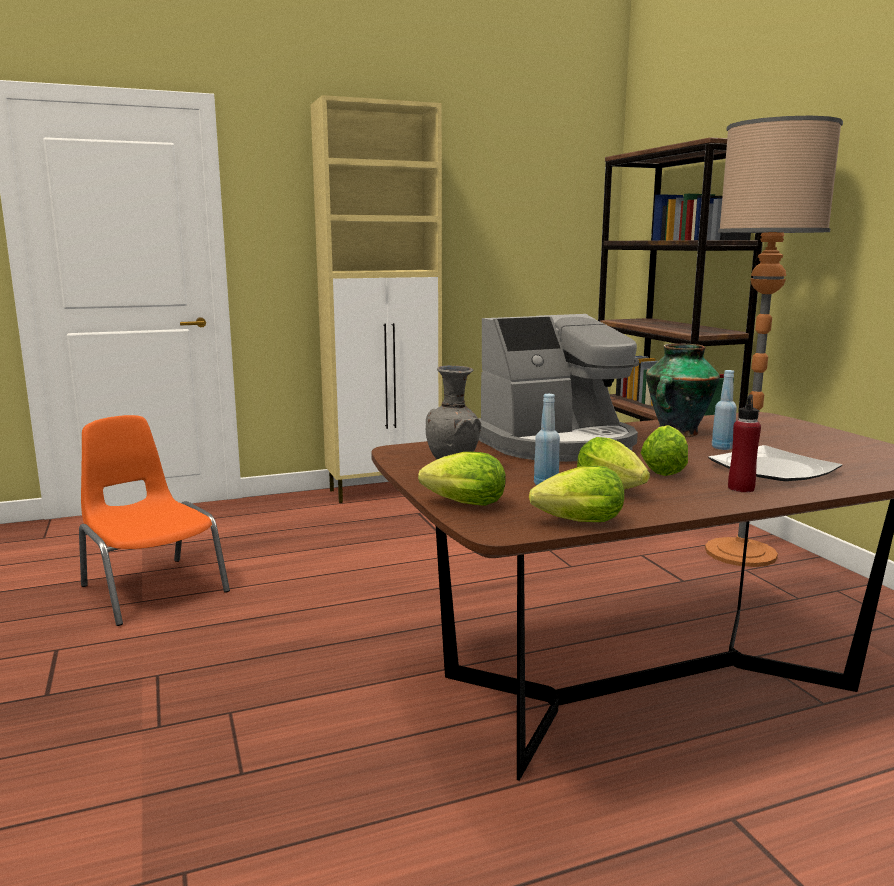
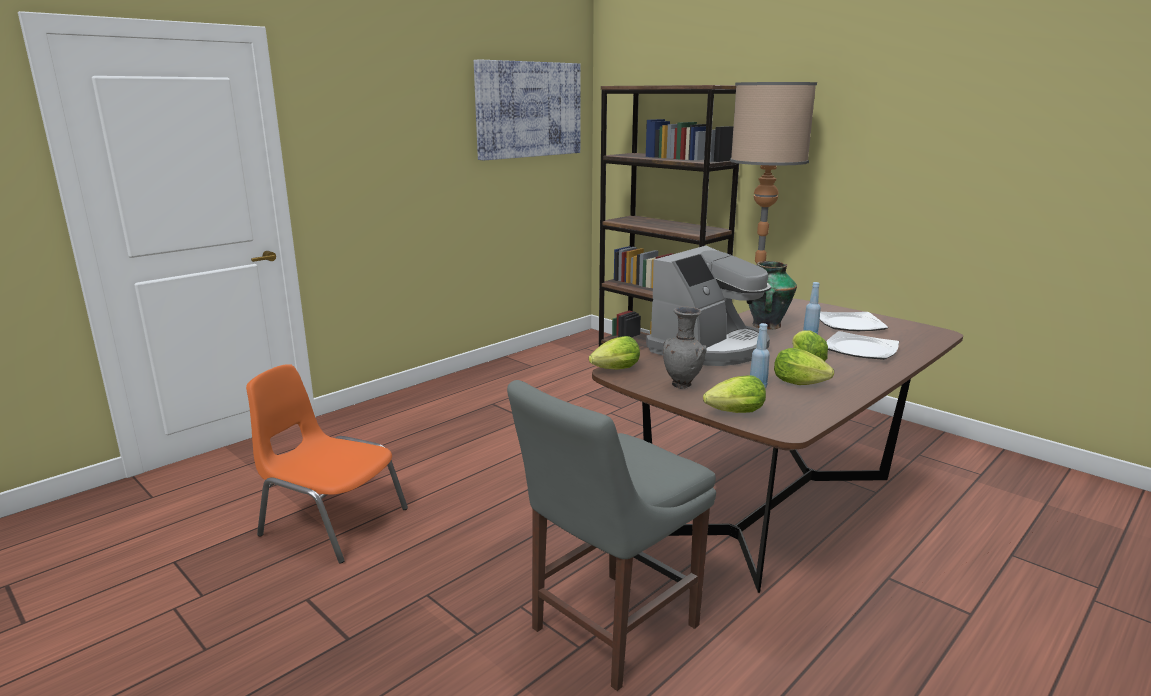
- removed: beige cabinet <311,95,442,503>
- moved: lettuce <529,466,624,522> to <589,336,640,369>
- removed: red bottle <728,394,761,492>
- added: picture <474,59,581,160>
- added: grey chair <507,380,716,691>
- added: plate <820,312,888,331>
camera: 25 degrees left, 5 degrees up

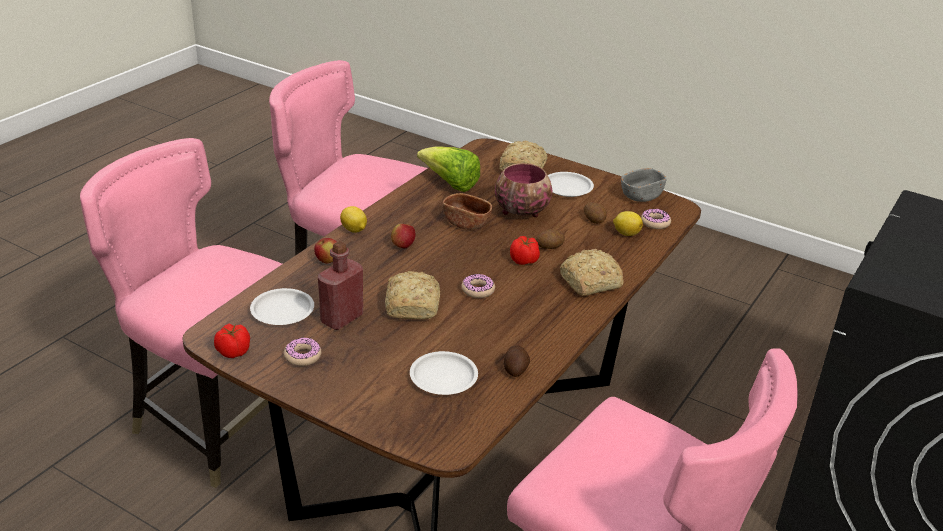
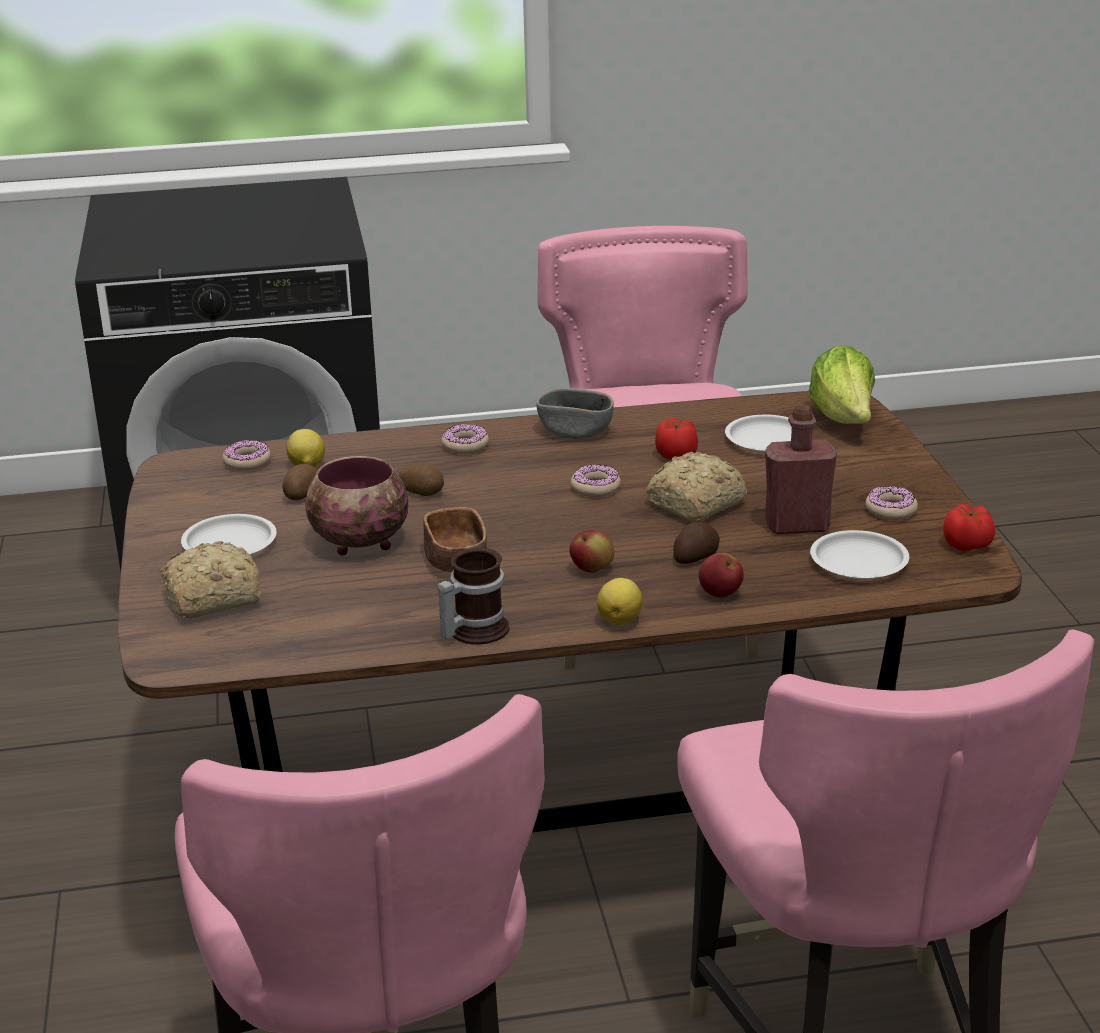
- moved: lettuce <417,146,480,192> to <809,345,875,424>
- moved: potato <504,345,530,377> to <673,522,720,564>
- moved: tomato <510,236,540,265> to <655,418,698,459>
- replaced: bread <560,249,624,296> to donut <442,424,489,454>
- moved: grey bowl <621,168,667,202> to <537,388,614,439>
- added: mug <437,548,510,645>
camera: 130 degrees left, 5 degrees down

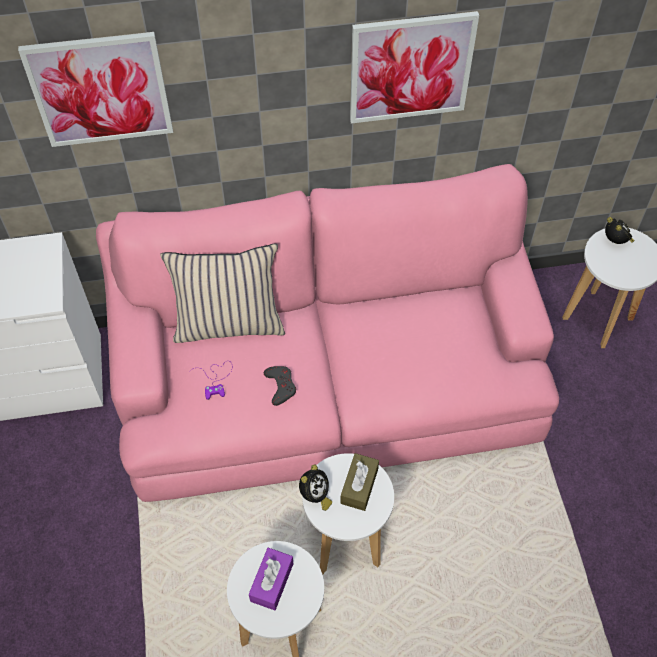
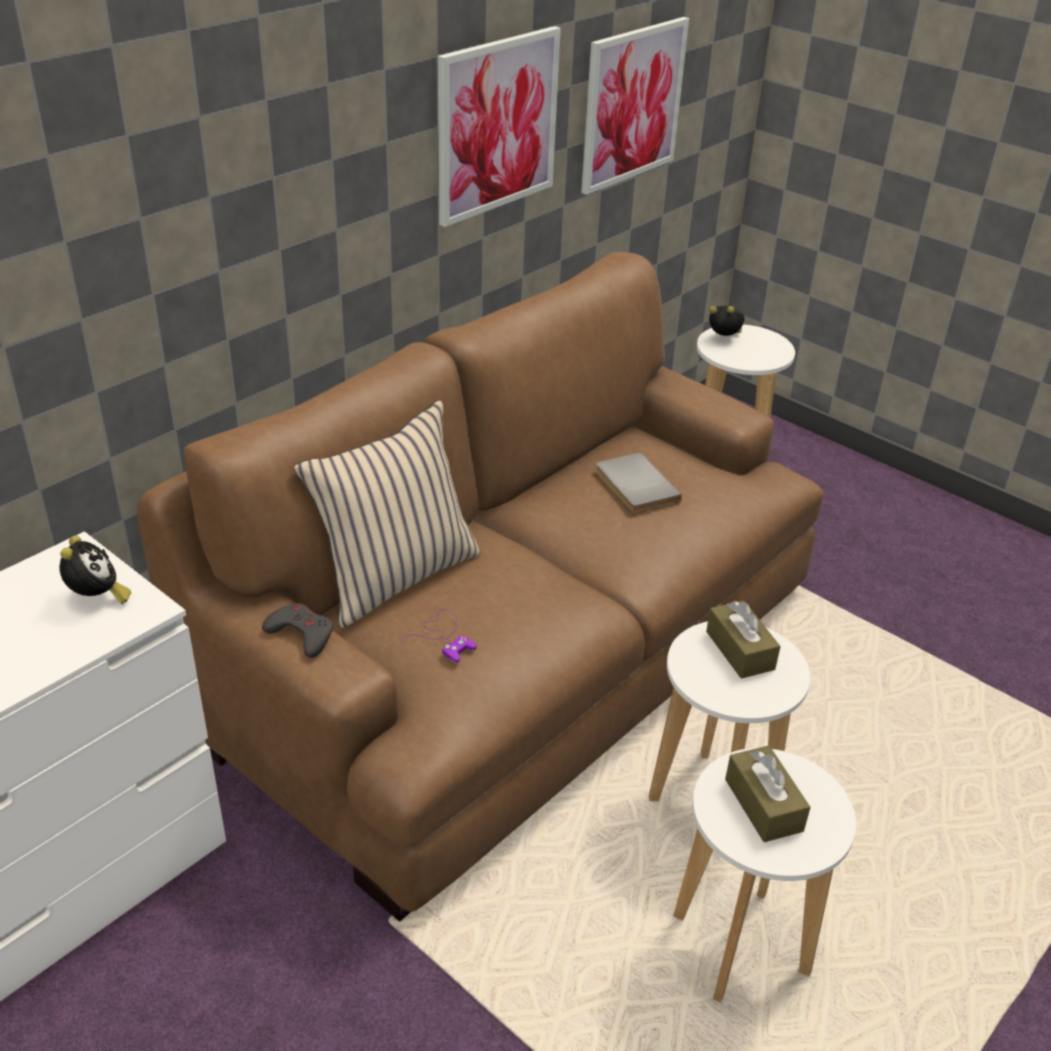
- moved: picture <18,32,173,147> to <581,17,689,195>
- recoloured: pink sofa <96,164,559,502> to brown sofa <137,252,824,921>
- recoloured: purple tissue box <249,548,293,610> to brown tissue box <725,745,811,842>
- moved: grey game controller <264,366,296,406> to <262,603,333,658>
- moved: alarm clock <299,465,332,511> to <60,536,131,604>
- added: grey book <595,452,682,514>
camera: 40 degrees left, 20 degrees down

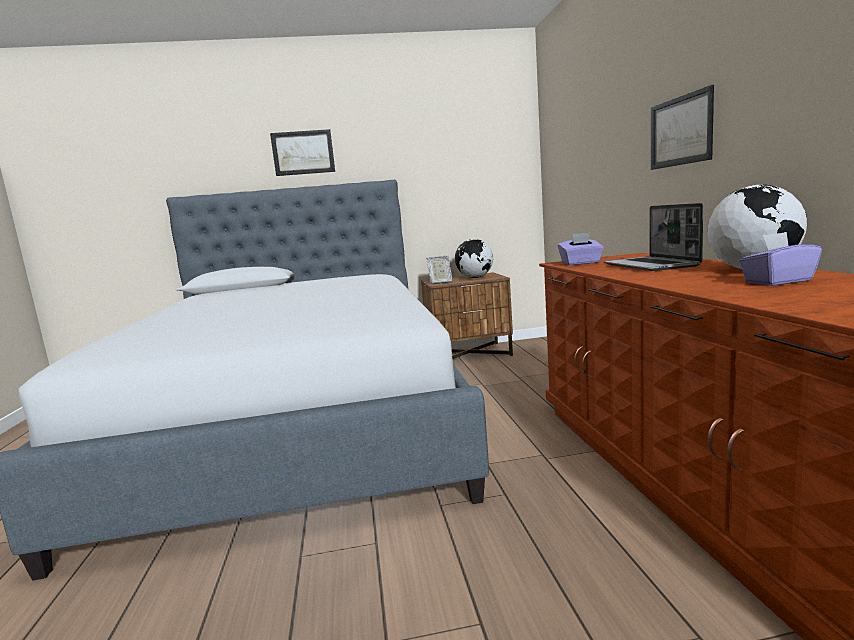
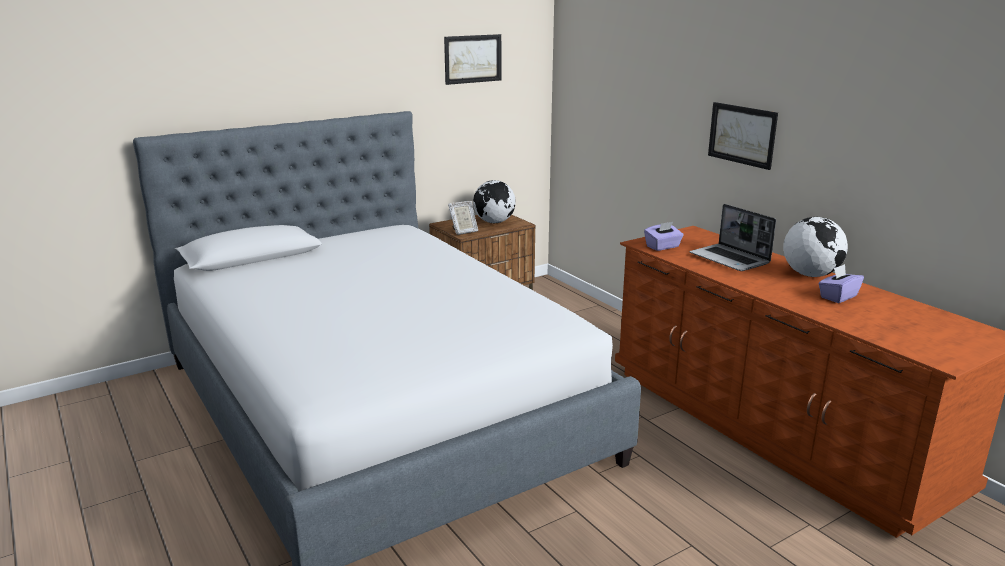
- moved: picture <270,129,335,176> to <444,34,501,85>
camera: 25 degrees left, 10 degrees up

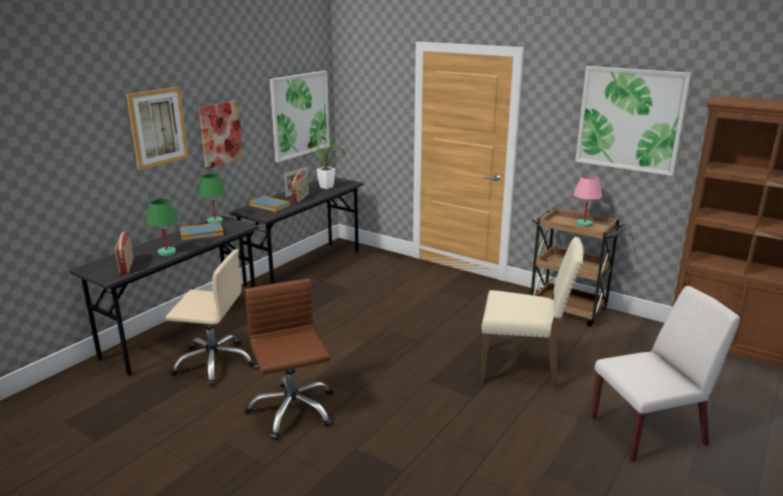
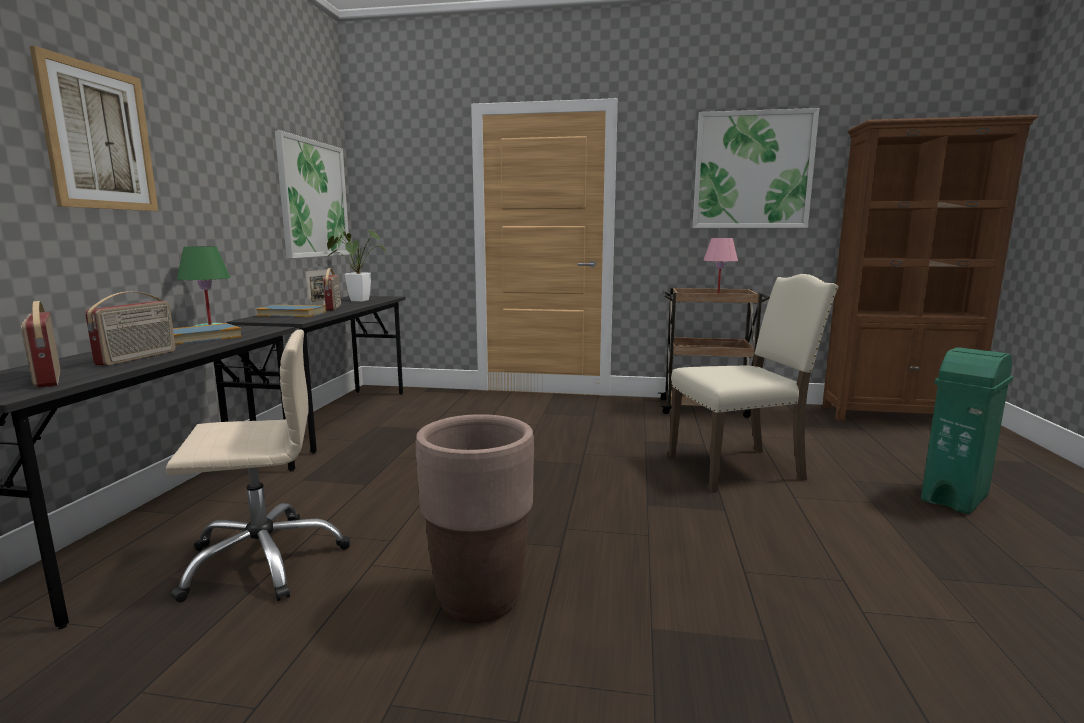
- replaced: green table lamp <146,199,179,256> to radio <85,292,176,366>
- removed: picture <198,100,243,169>
- replaced: brown office chair <244,278,333,440> to brown planter <416,414,534,623>
- replaced: white chair <591,286,740,462> to green trash can <921,348,1013,514>
camera: 25 degrees left, 10 degrees down

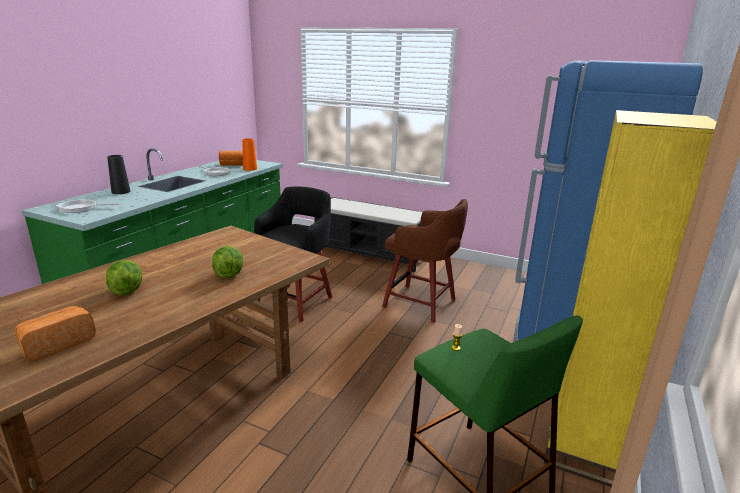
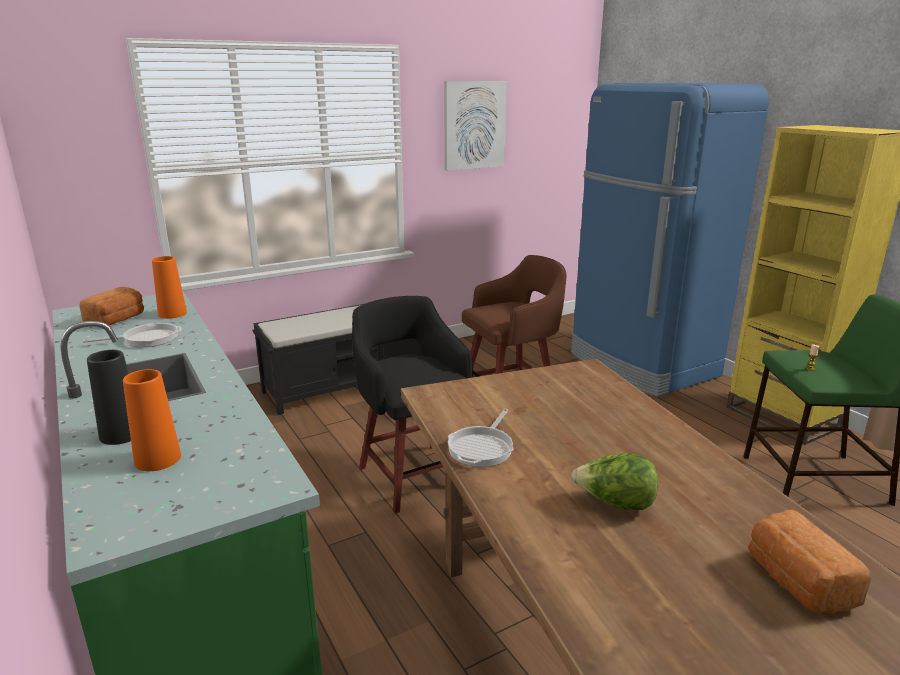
- moved: frying pan <56,199,120,213> to <448,409,514,467>
- removed: lettuce <212,246,243,278>
- added: orange vase <123,369,181,471>
- added: picture <444,81,507,171>
camera: 55 degrees left, 0 degrees up

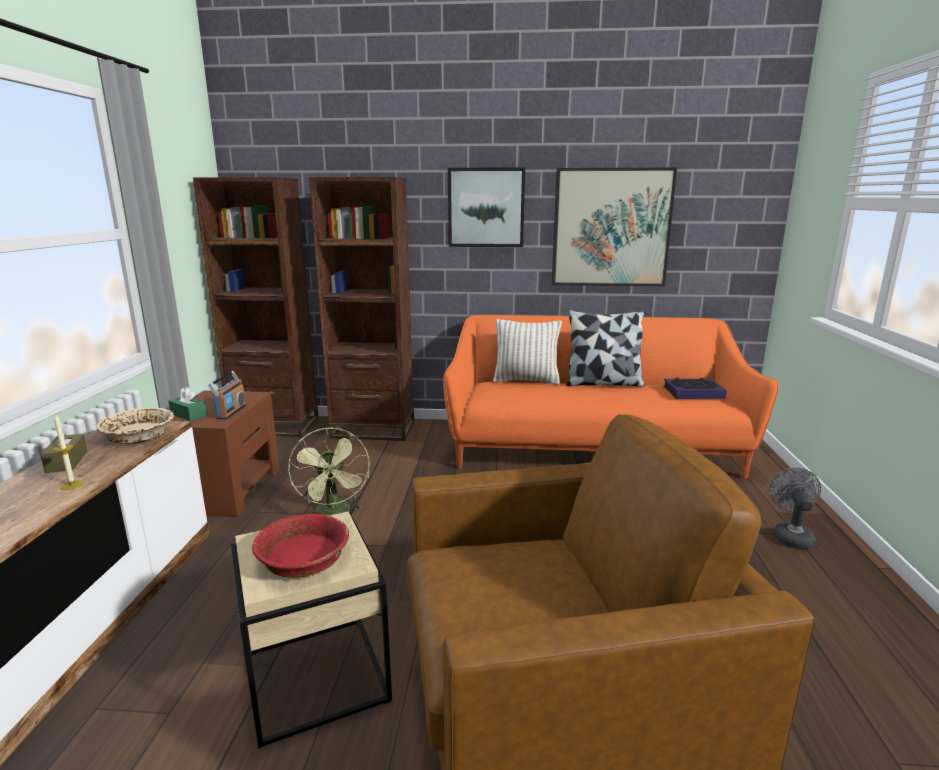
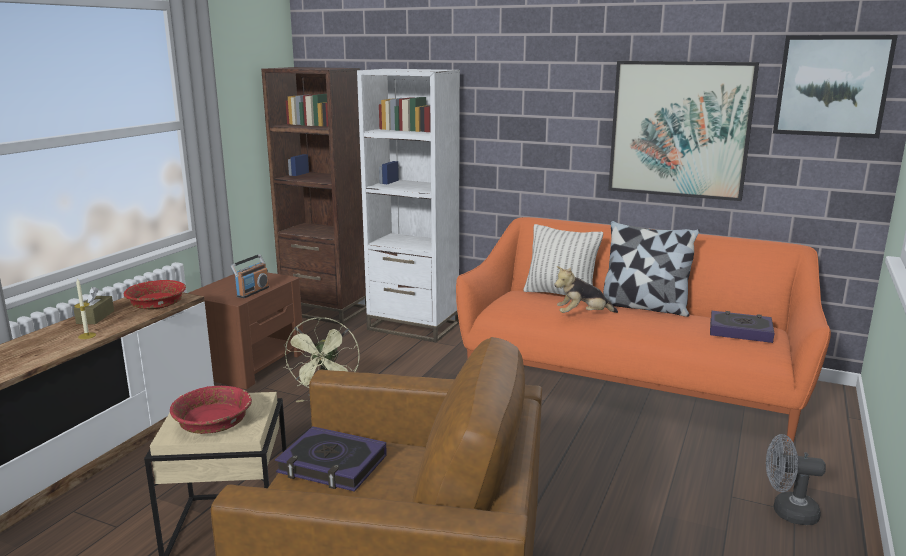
- recoloured: beige bowl <97,407,174,444> to red bowl <124,280,186,310>
- removed: green tissue box <169,387,207,421>
- recoloured: brown bookcase <309,177,414,441> to white bookcase <357,69,460,342>
- moved: picture <448,167,525,247> to <773,35,898,138>
- turned: grey fan <769,468,821,549> = <766,434,826,525> 105 degrees counterclockwise
- added: book <275,426,387,492>
- added: plush toy <554,266,618,313>
camera: 20 degrees right, 0 degrees up

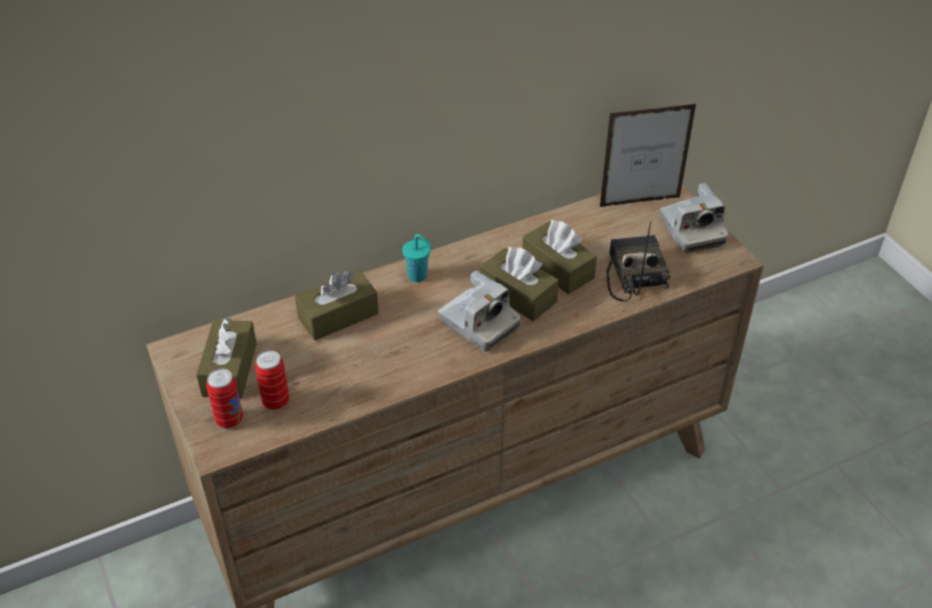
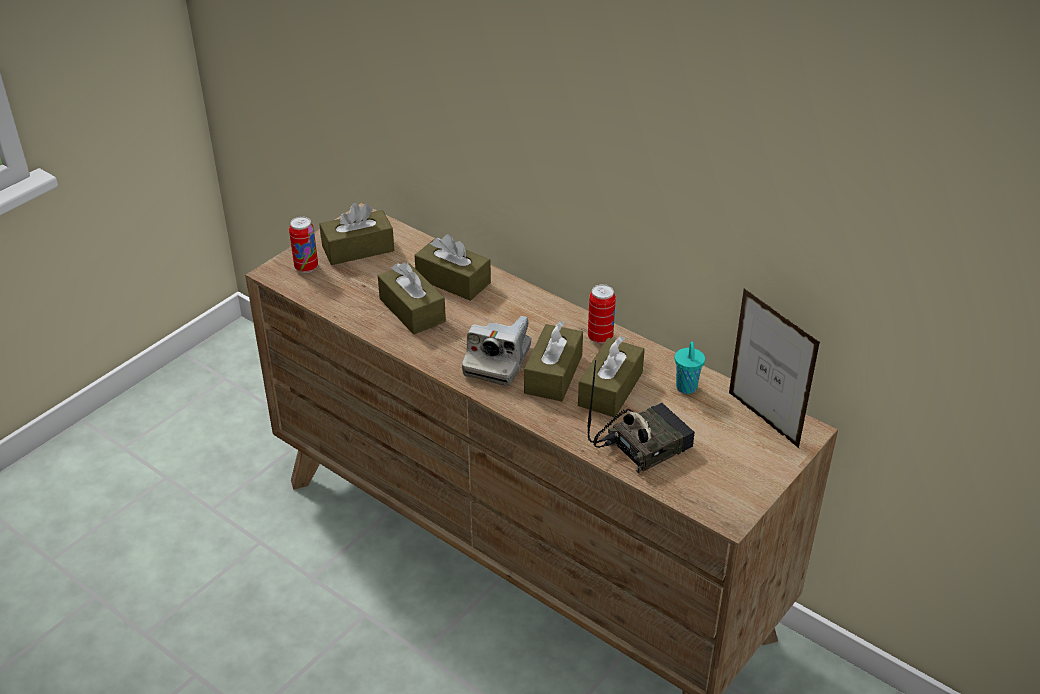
- moved: can <255,350,289,410> to <588,284,616,344>
- moved: turquoise cup <402,234,432,282> to <675,342,705,394>
- removed: photo camera <660,183,728,253>
- added: brown tissue box <378,262,446,334>
camera: 65 degrees right, 5 degrees down

